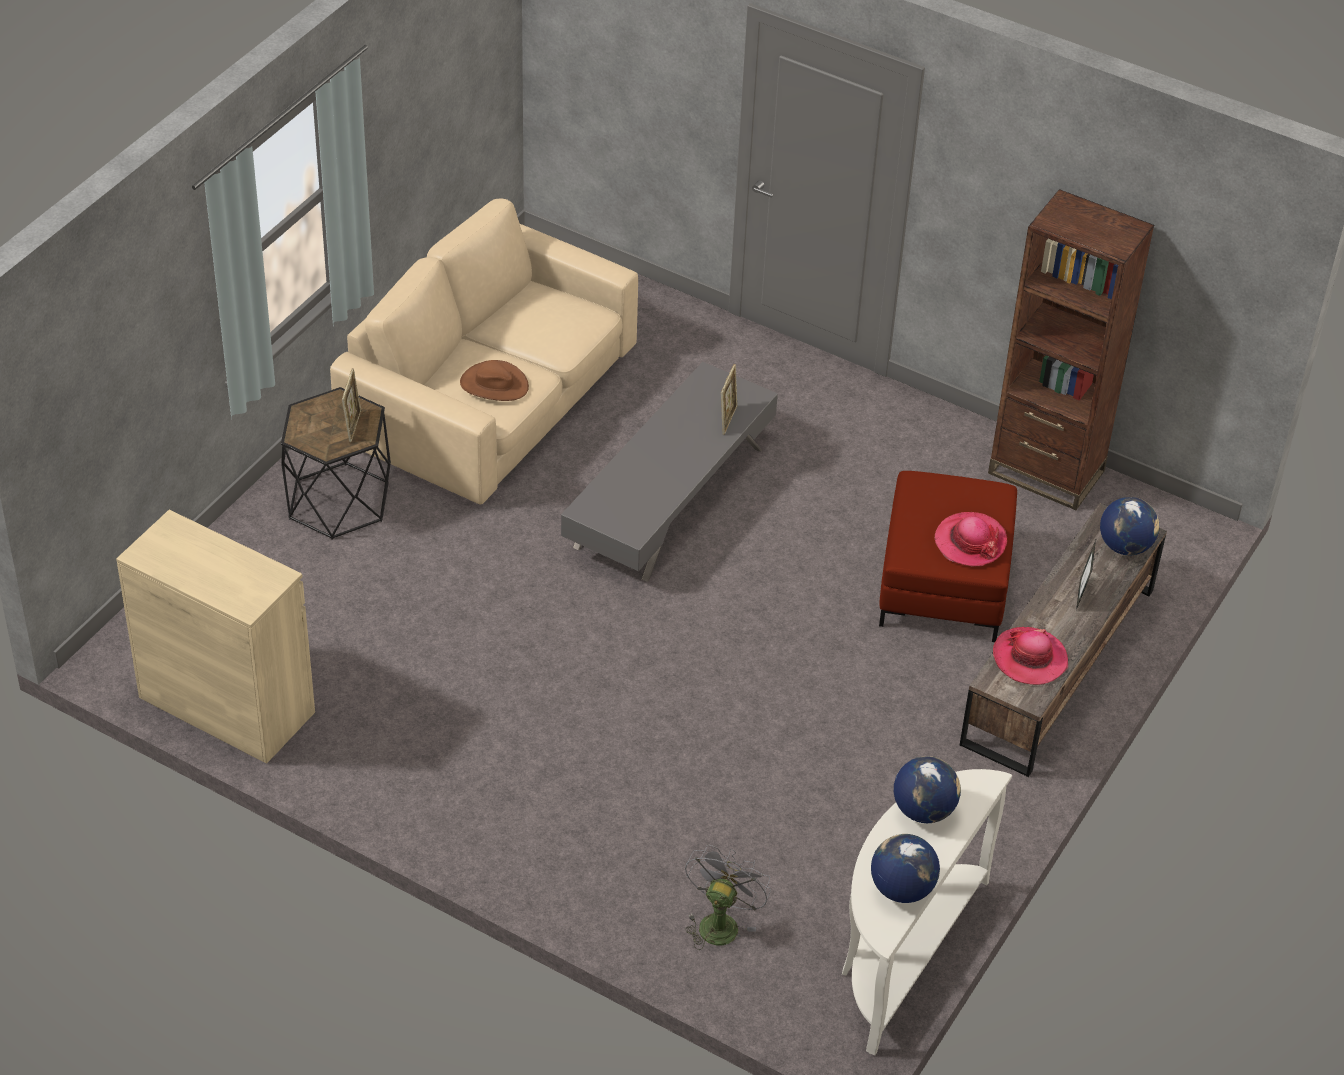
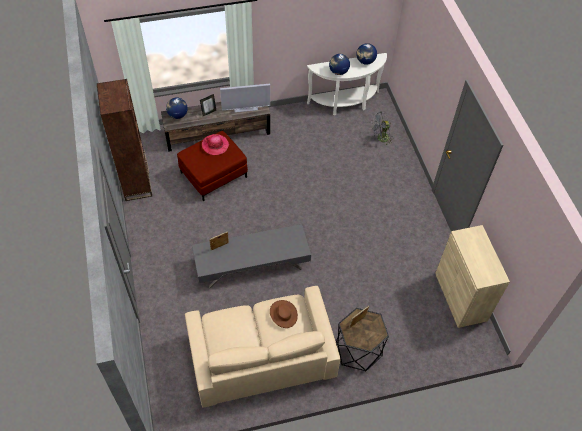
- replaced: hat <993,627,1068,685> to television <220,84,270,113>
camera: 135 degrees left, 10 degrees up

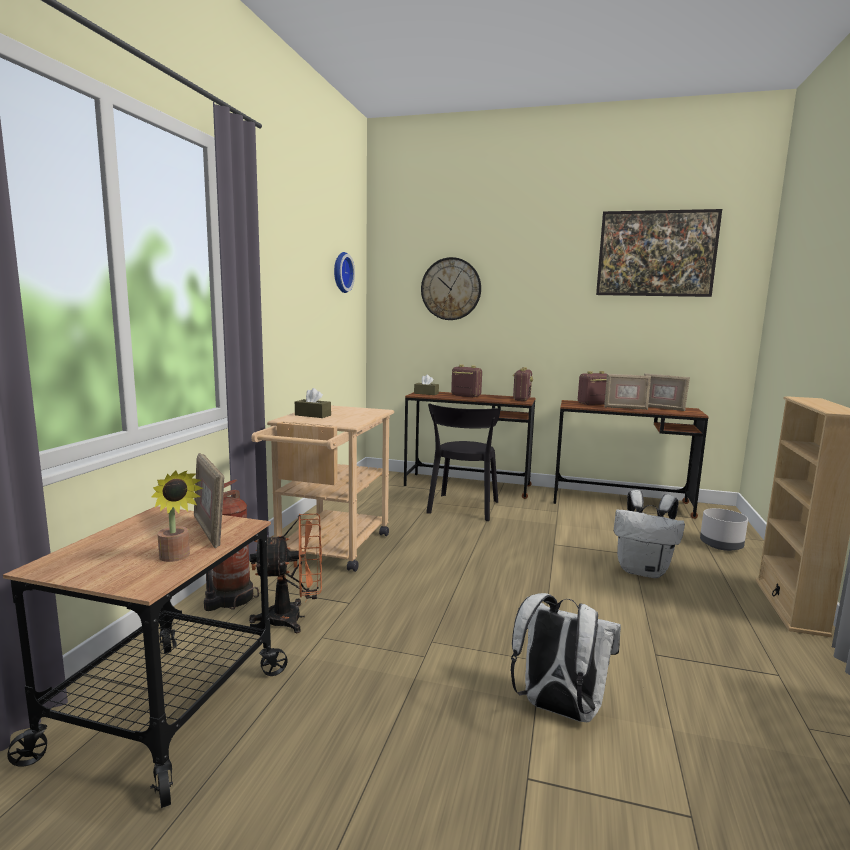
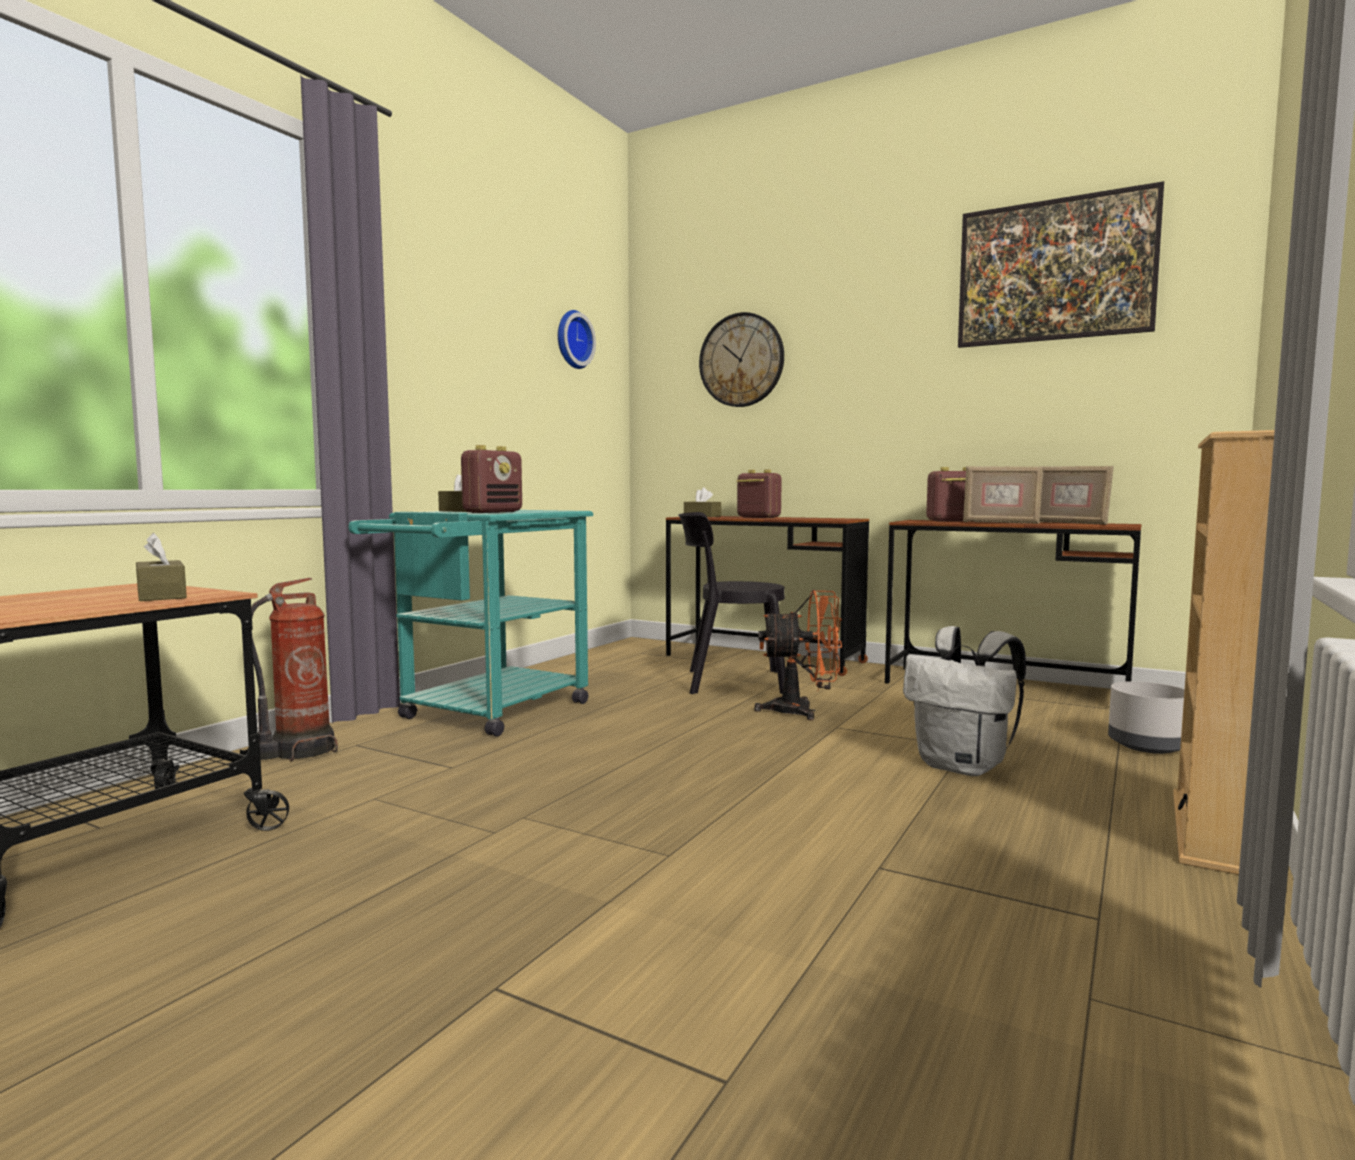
- removed: potted plant <151,470,203,562>
- replaced: picture frame <194,453,224,548> to brown tissue box <136,533,187,601>
- moved: orange fan <249,514,322,633> to <754,590,842,720>
- recoloured: beige cart <252,406,394,572> to turquoise cart <348,510,593,737>
- turned: black chair <426,403,500,521> = <678,512,785,694> 60 degrees clockwise
- removed: white backpack <511,593,621,722>
- moved: radio <513,367,533,401> to <461,445,522,513>
camera: 15 degrees right, 5 degrees down

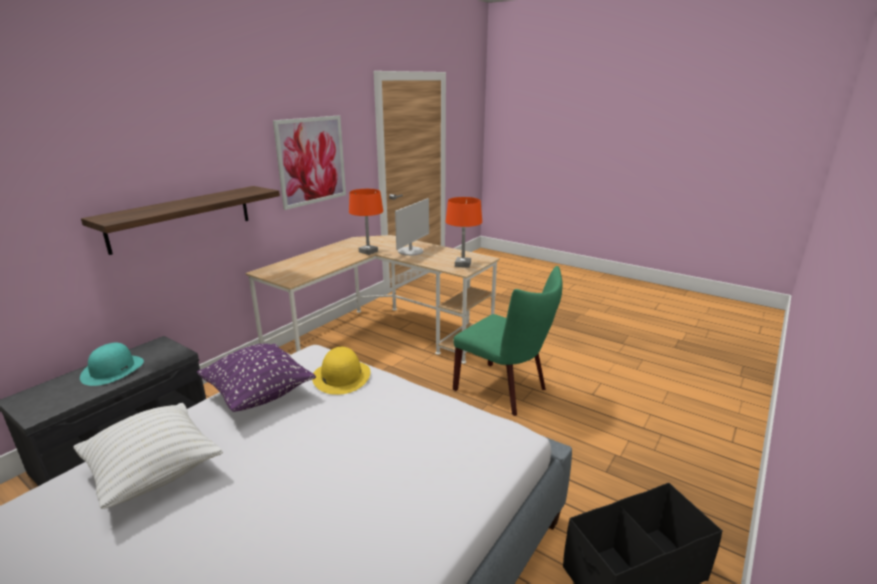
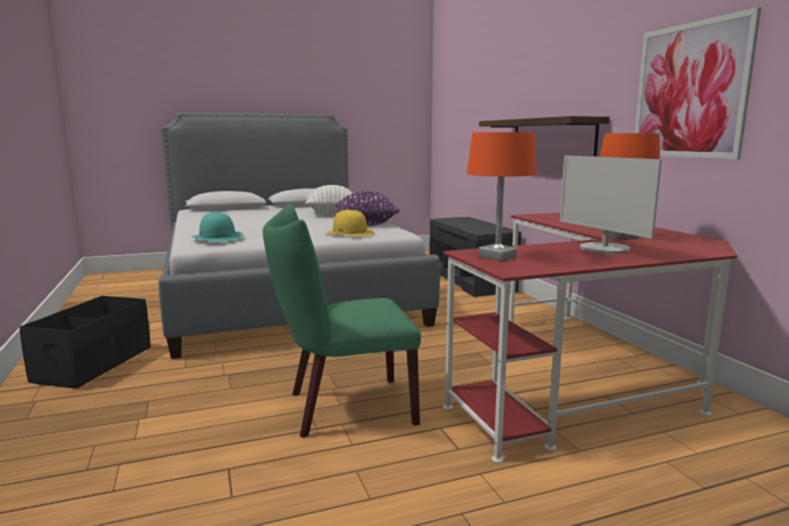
- moved: turquoise hat <80,343,144,386> to <191,213,243,242>
- recoloured: beige desk <245,235,500,364> to red desk <443,213,737,463>
camera: 125 degrees right, 10 degrees down

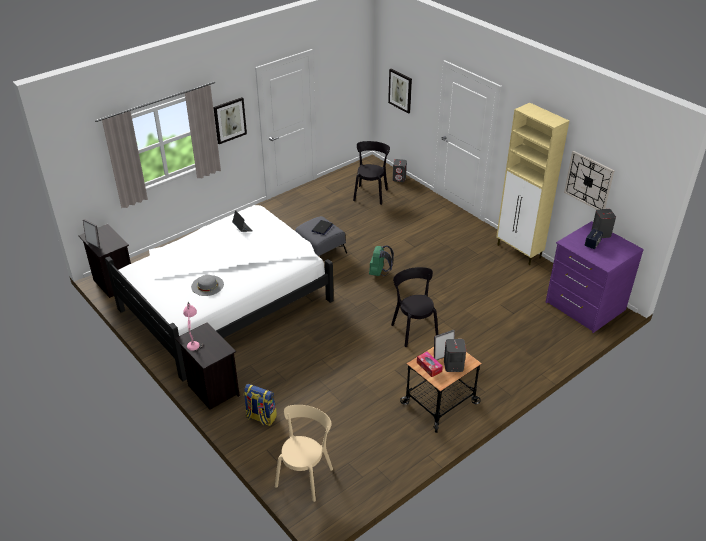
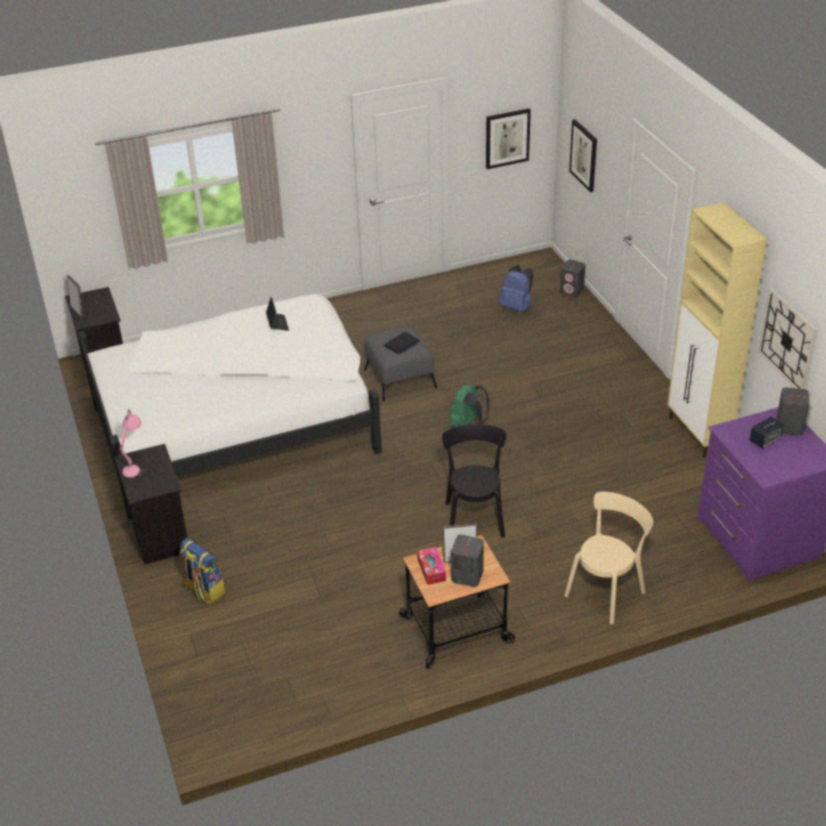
- removed: grey hat <191,275,224,296>
- moved: picture <213,97,247,144> to <486,108,531,169>
- moved: beige chair <275,405,333,502> to <564,492,653,624>
- replaced: black chair <353,141,390,205> to blue backpack <499,265,533,312>
camera: 20 degrees right, 0 degrees up

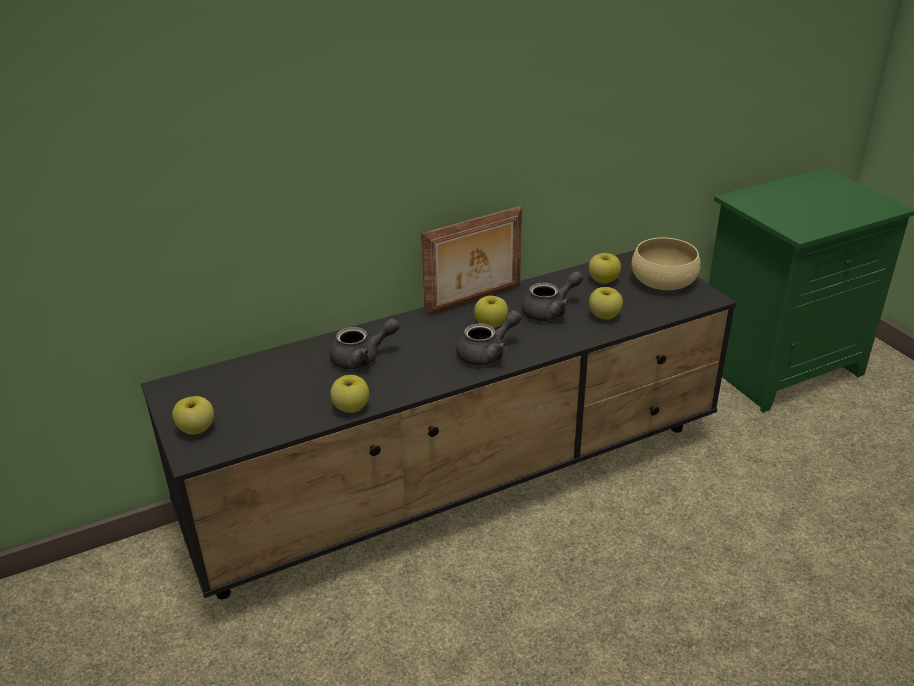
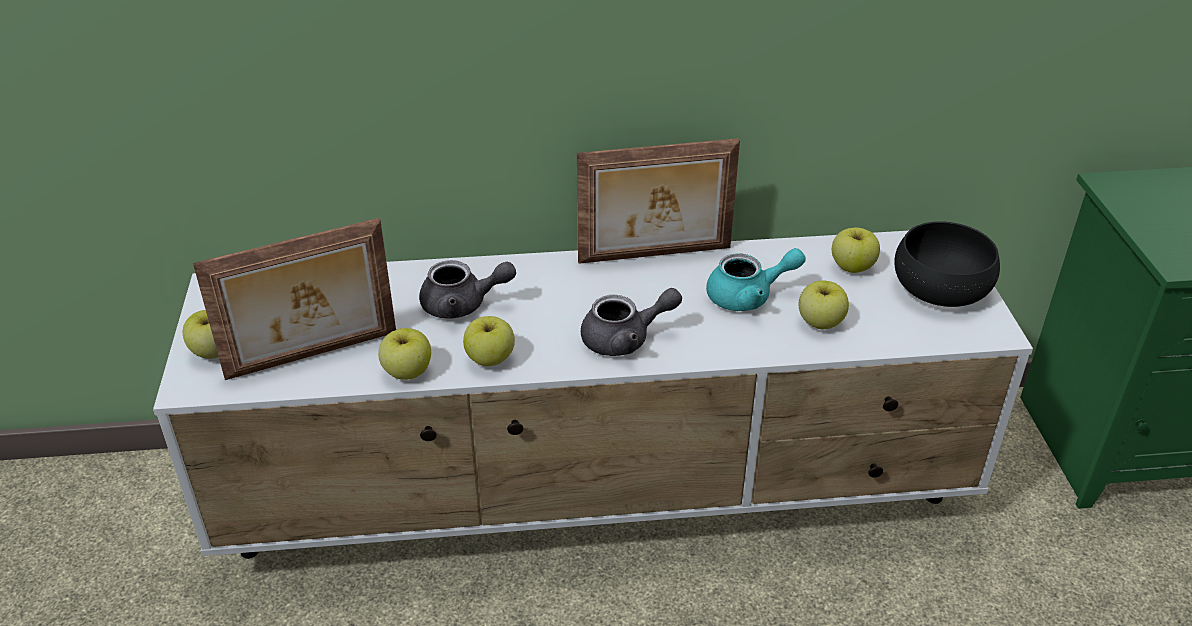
- recoloured: black tv stand <141,250,736,599> to white tv stand <153,231,1033,559>
- moved: apple <474,296,508,328> to <463,316,515,366>
- recoloured: grey teapot <521,271,583,321> to turquoise teapot <706,248,806,311>
- recoloured: beige bowl <632,238,701,290> to black bowl <894,221,1000,307>
- added: picture frame <193,218,396,380>
camera: 20 degrees right, 5 degrees up

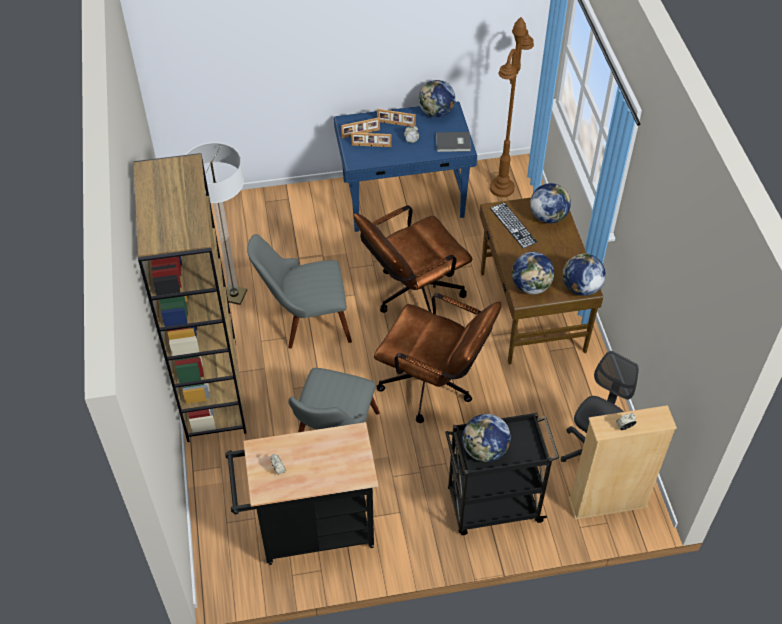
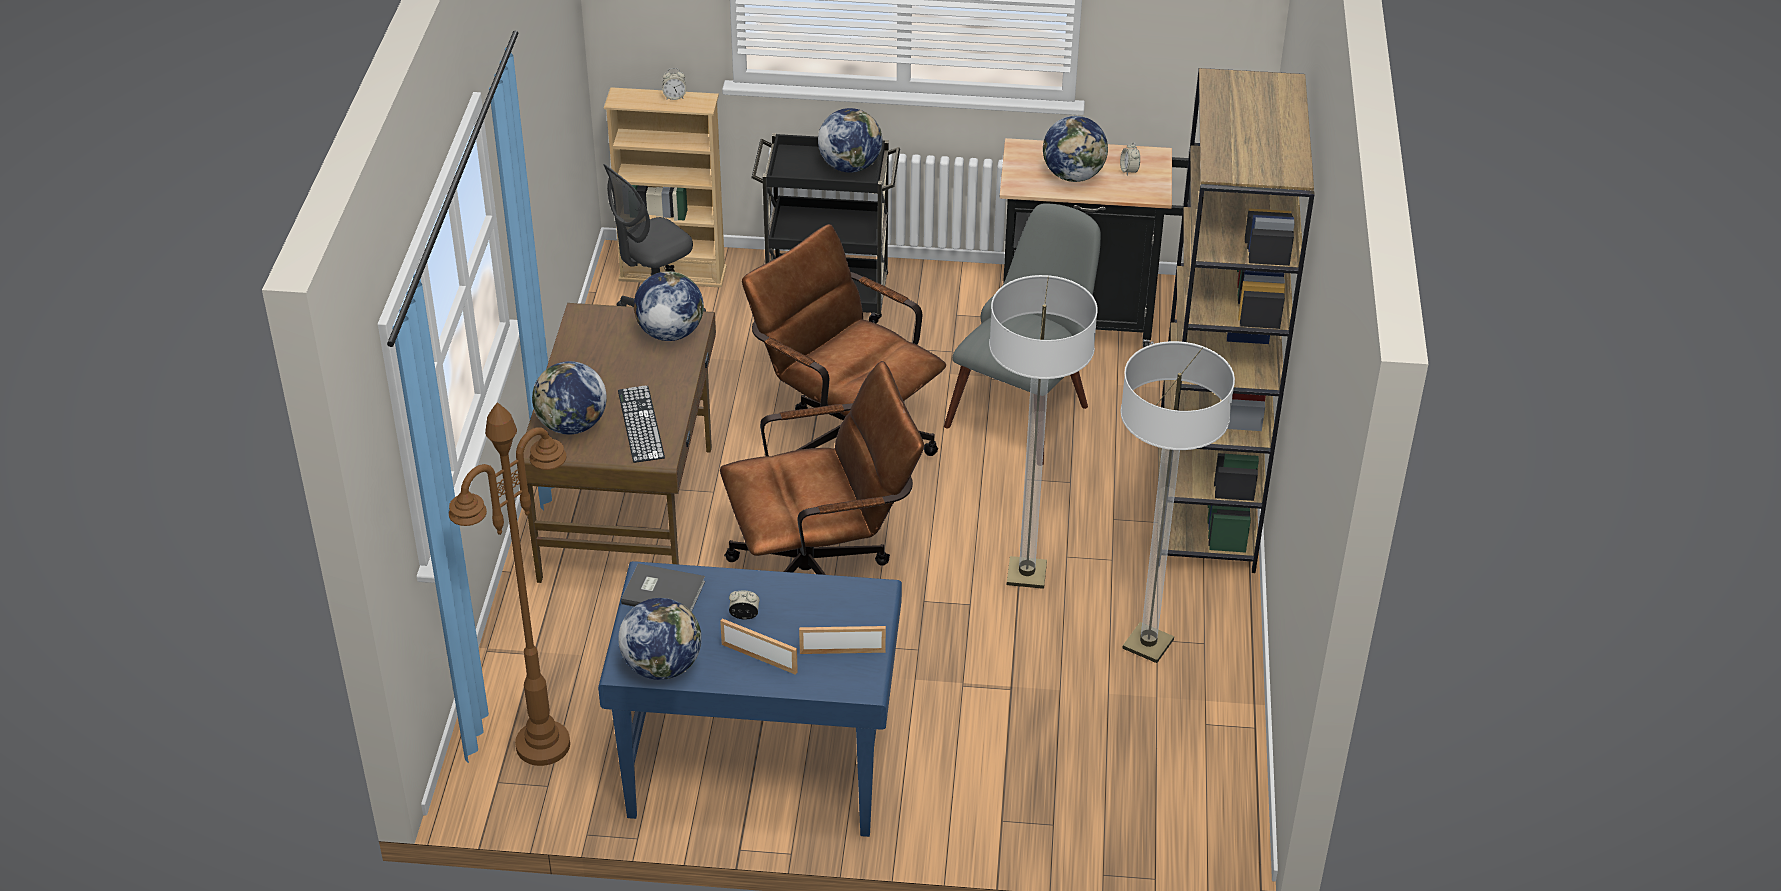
- replaced: grey chair <247,234,352,349> to floor lamp <989,275,1098,589>
- removed: picture frame <351,132,391,147>
- moved: globe <563,254,606,296> to <1043,116,1108,182>
camera: 165 degrees left, 10 degrees down

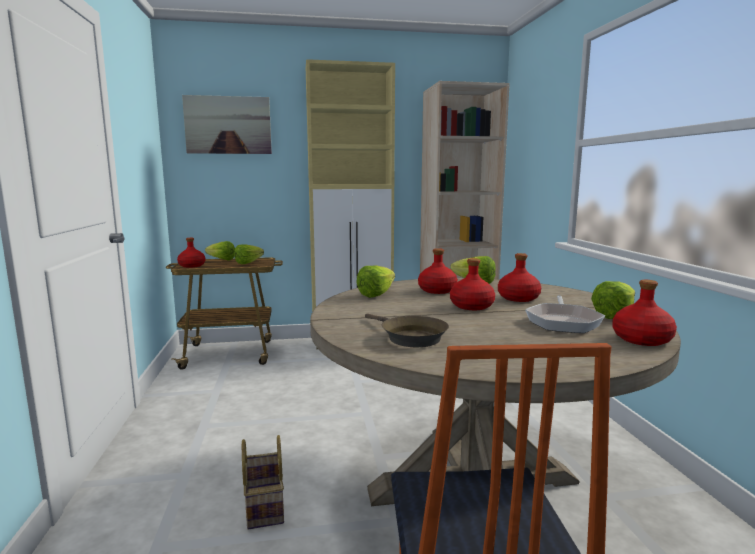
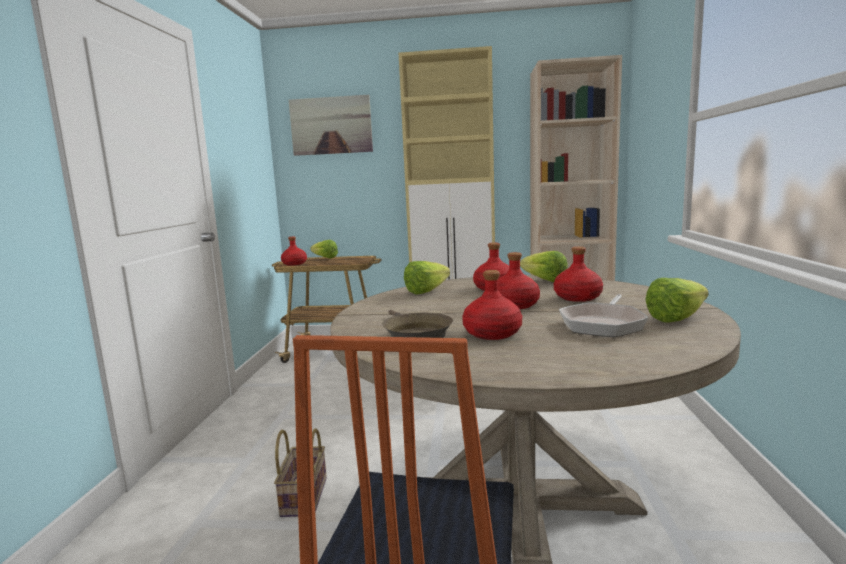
- removed: lettuce <234,244,264,265>
- moved: red bottle <612,280,677,346> to <462,270,522,340>
camera: 15 degrees right, 0 degrees up

